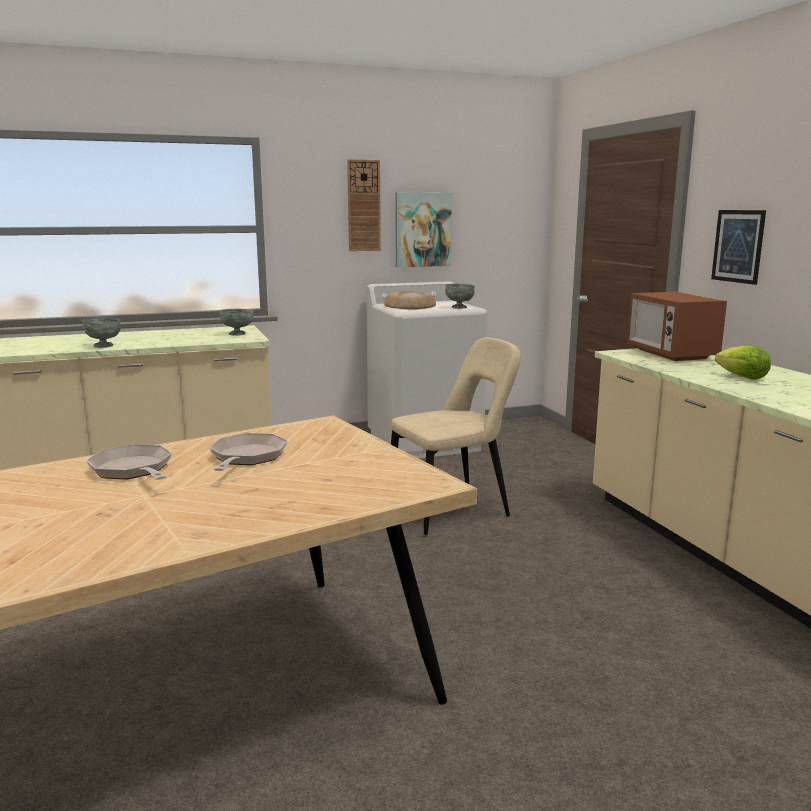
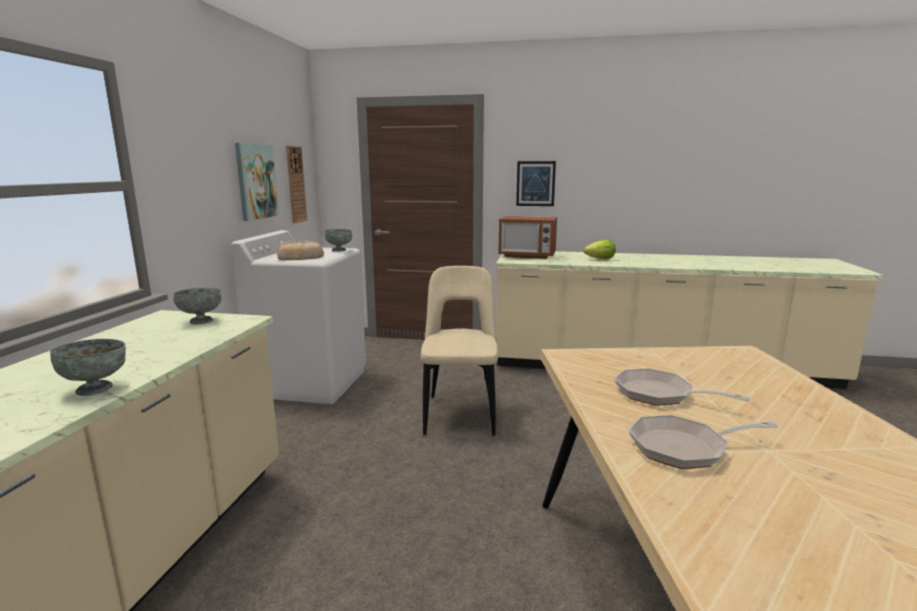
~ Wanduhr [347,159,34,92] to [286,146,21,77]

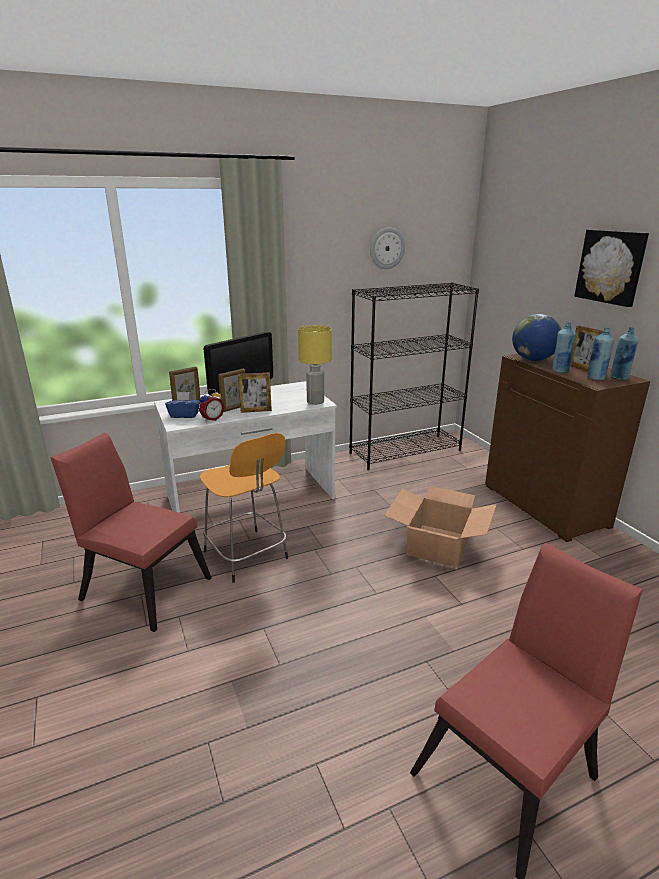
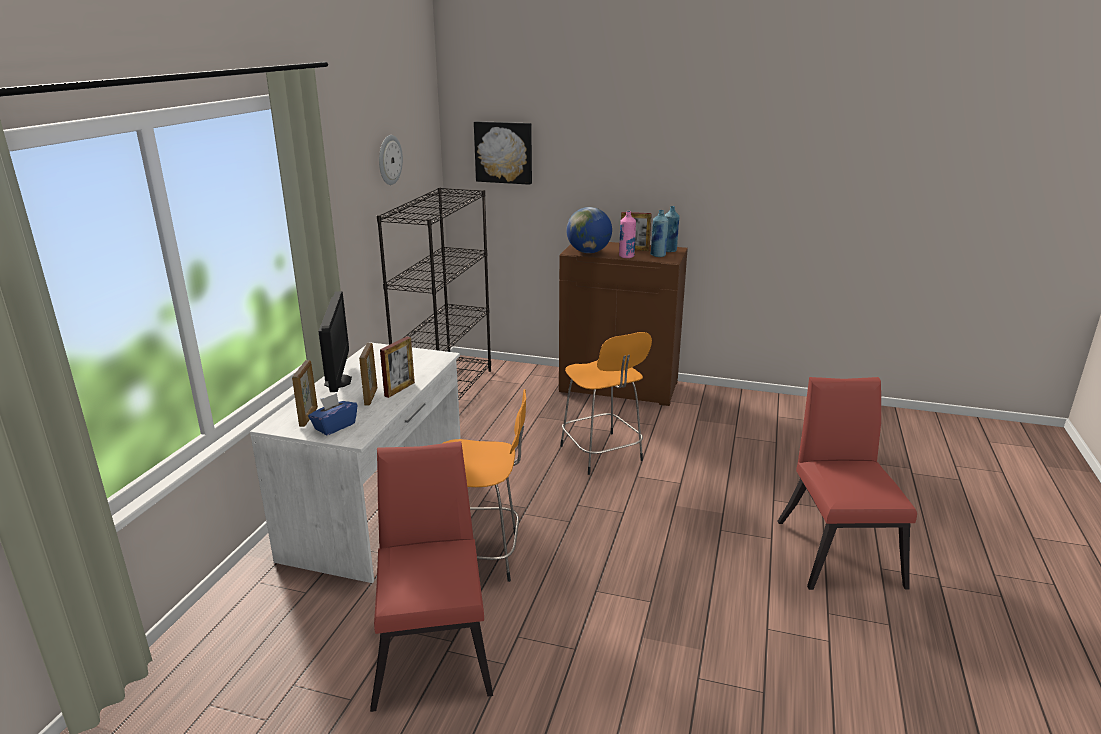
~ Stuhl [rot] [50,433,161,199] = [370,441,123,271] 105 degrees clockwise
- Wecker [199,389,26,33]
- Tischlampe [gelb] [298,325,33,80]
~ Karton [385,486,112,82] to Hocker [orange] [560,332,92,143]
~ Flasche [blau] [552,322,24,51] to Flasche [rosa] [619,211,17,47]
~ Bild [574,230,75,77] to [474,121,58,64]

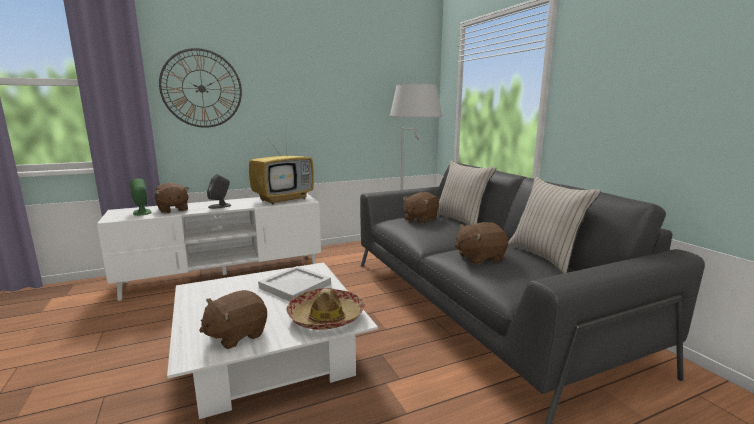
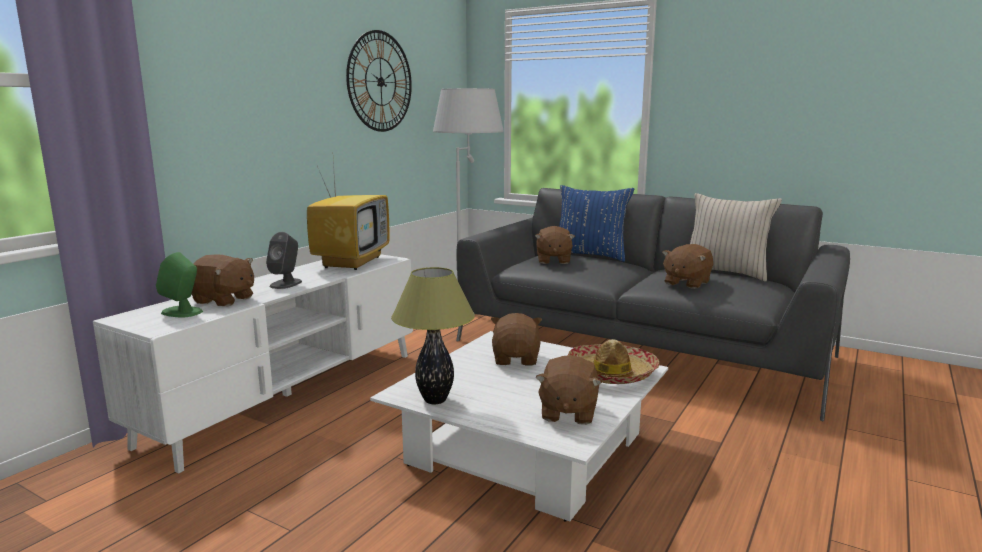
~ Wanduhr [159,48,83,80] to [346,30,66,102]
~ Tablett [weiß] [258,266,73,35] to Plüschtier [braun] [491,313,51,53]
~ Kissen [beige] [437,160,59,65] to Kissen [blau] [559,185,75,77]
+ Tischlampe [391,267,84,137]

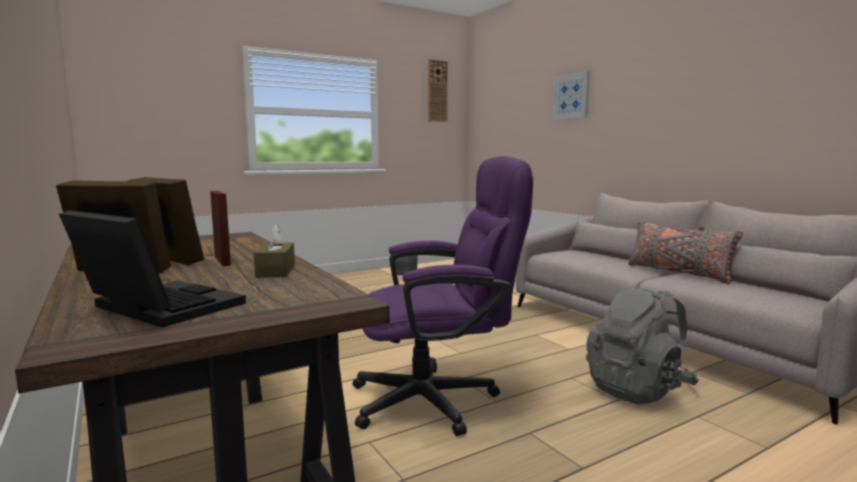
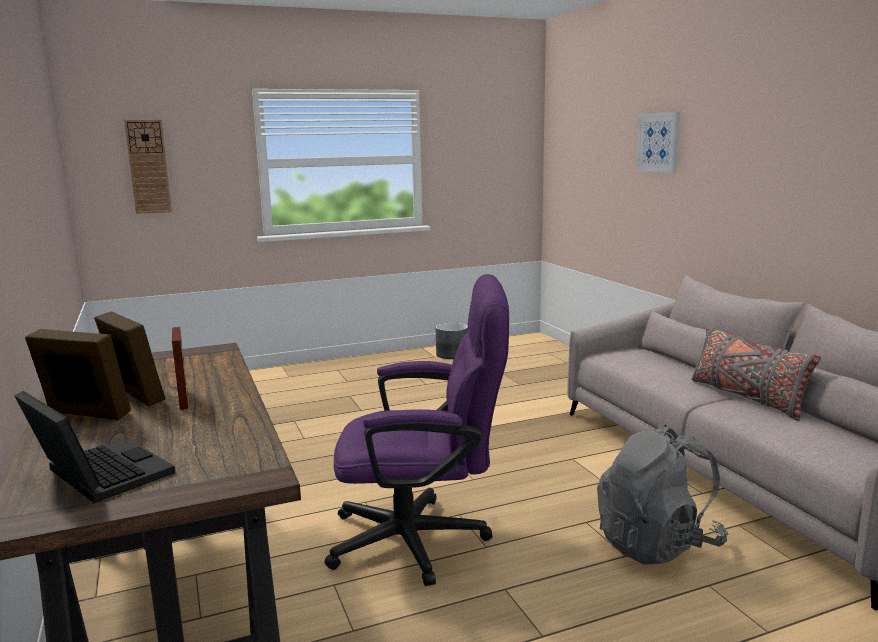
- Taschentuchbox [braun] [254,224,41,54]
~ Wanduhr [428,59,20,63] to [124,120,48,94]

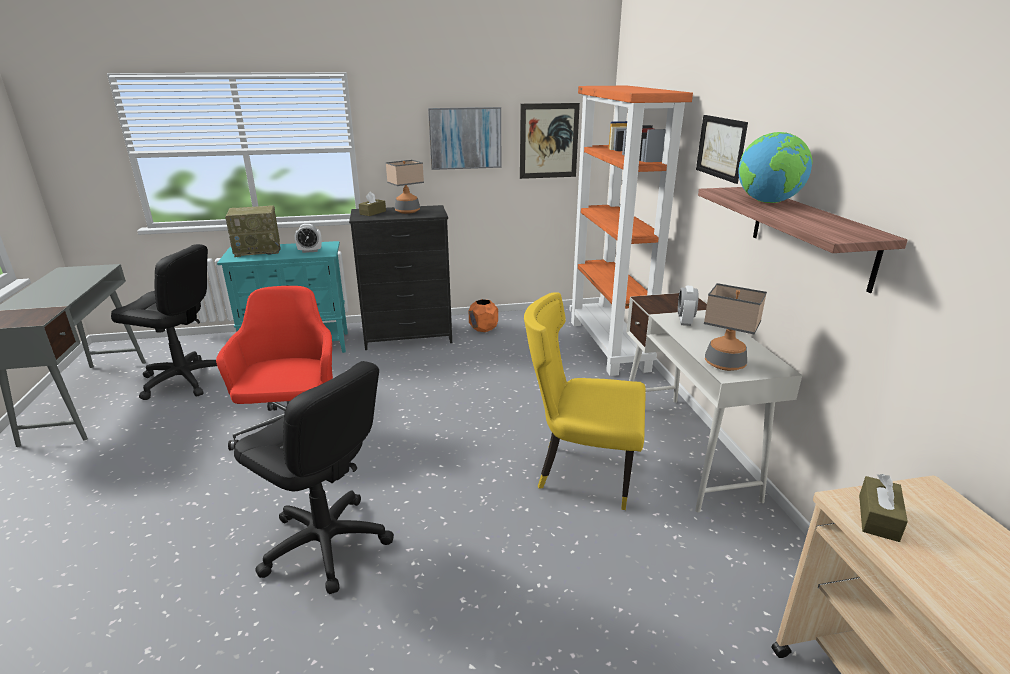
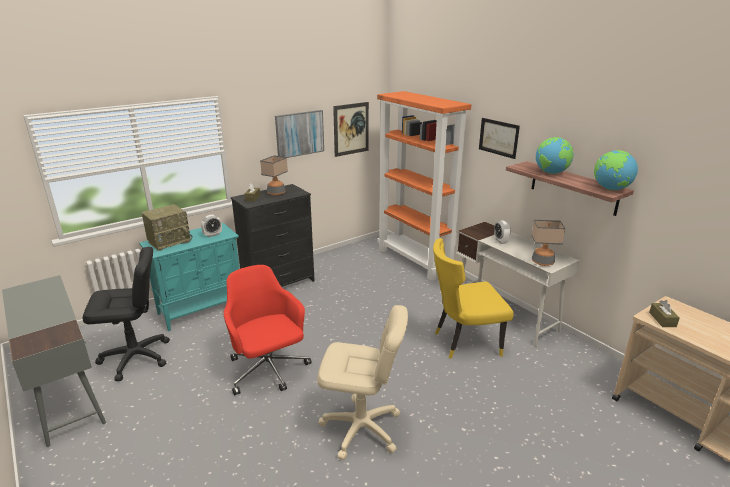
~ Bürostuhl [schwarz] [234,361,160,233] to Bürostuhl [beige] [317,305,91,155]
- Pflanzkübel [orange] [469,299,29,33]
+ Globus [594,150,44,40]

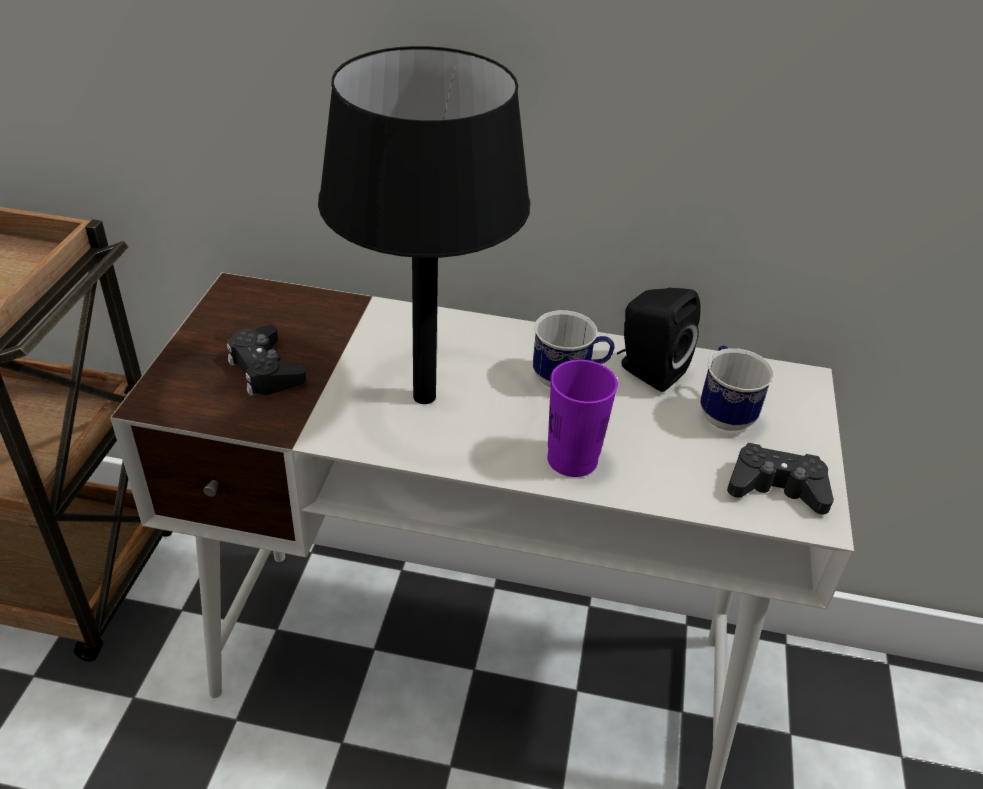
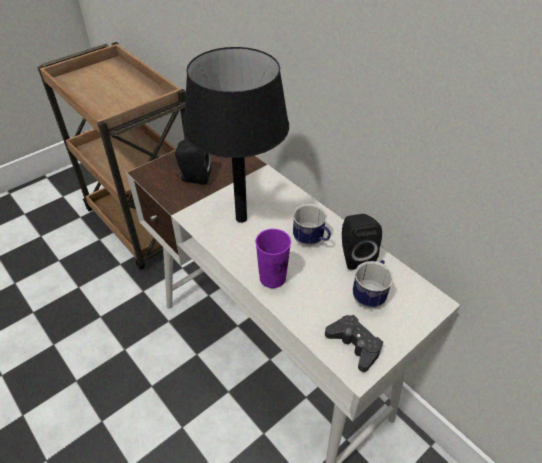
~ Gamepad [schwarz] [227,325,80,71] to Lautsprecher [schwarz] [175,139,36,46]

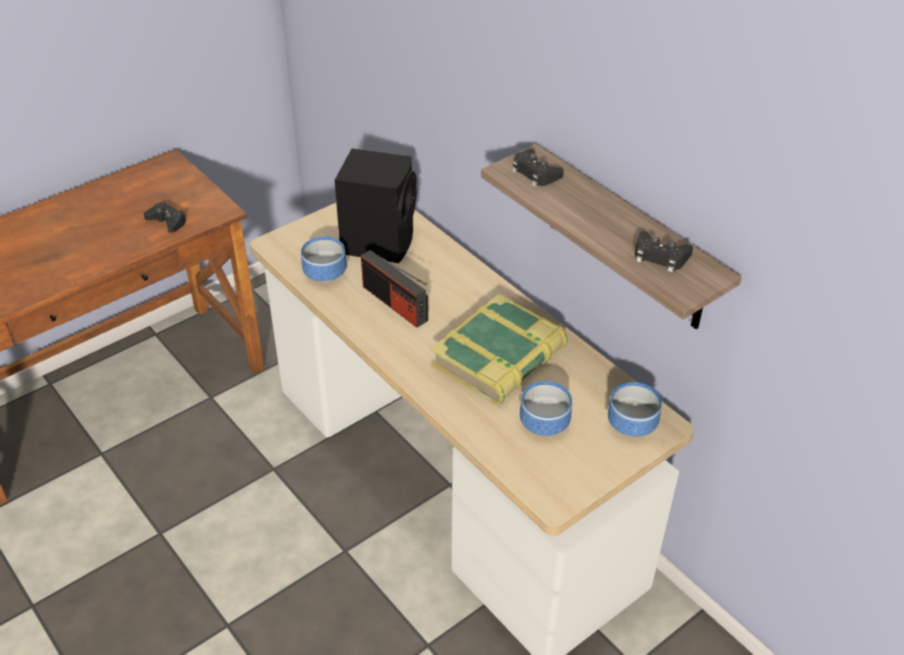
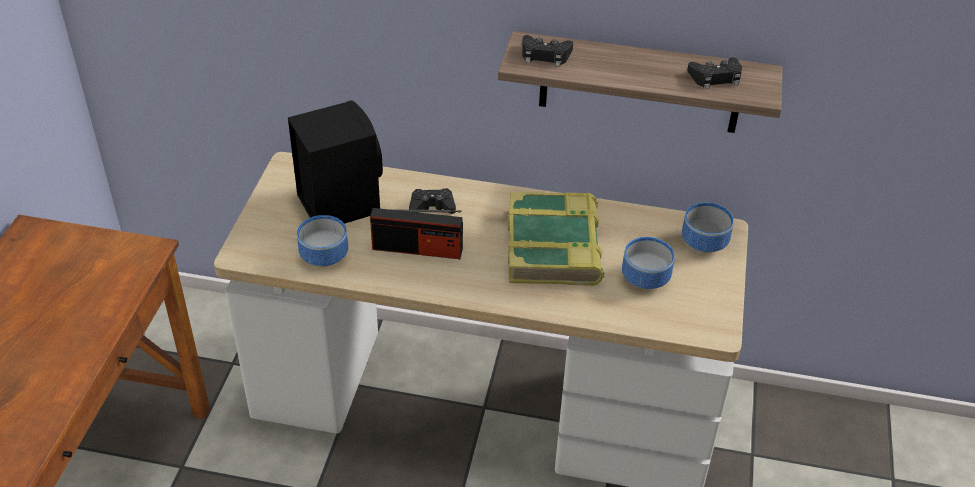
~ Gamepad [schwarz] [144,202,43,31] to [409,188,47,26]

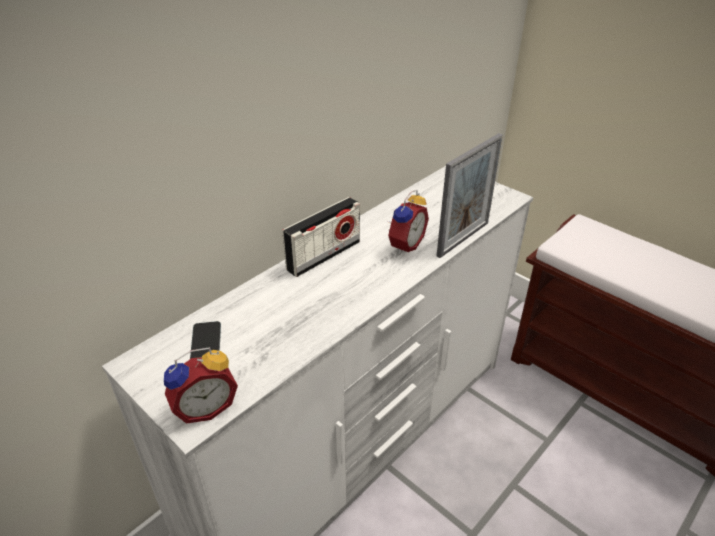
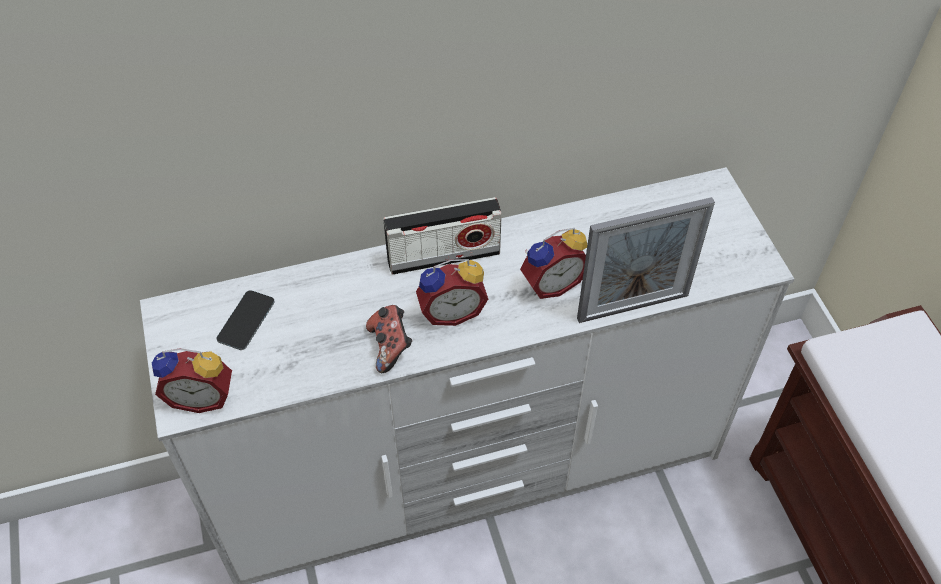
+ Gamepad [366,305,46,68]
+ Wecker [416,259,72,67]

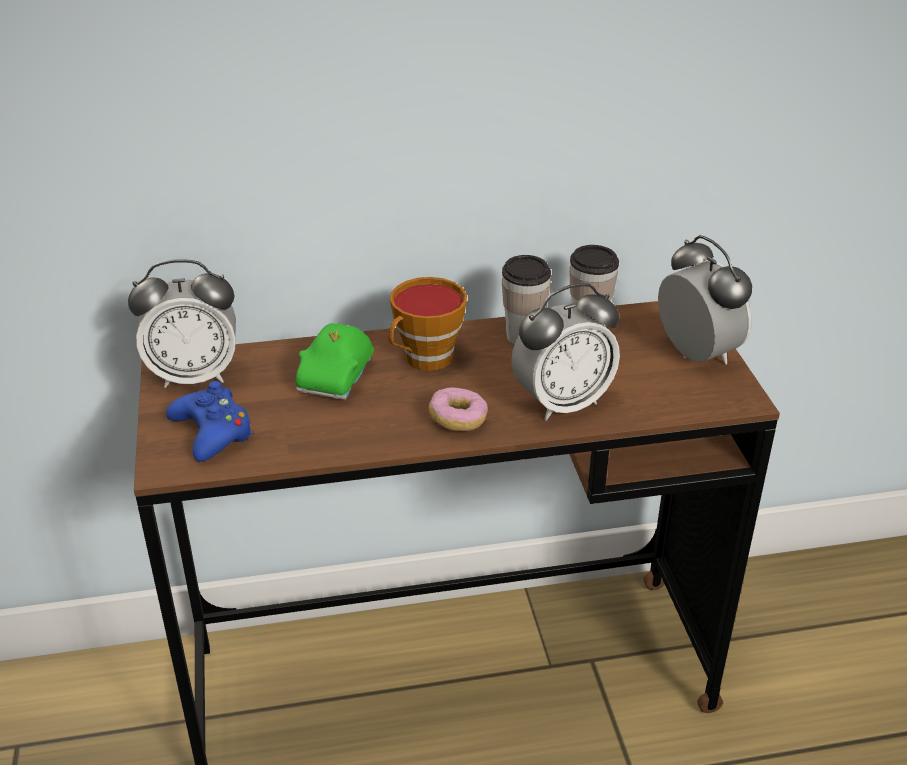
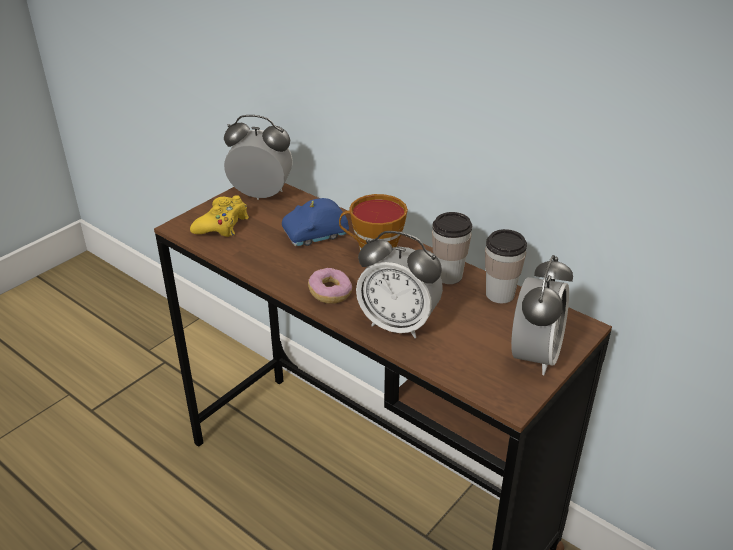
~ Wecker [128,259,108,129] = [224,115,69,85] 150 degrees clockwise
~ Gamepad [blau] [166,381,87,81] to Gamepad [gelb] [190,195,59,42]
~ Spielzeugauto [grün] [296,323,78,77] to Spielzeugauto [blau] [282,198,67,48]

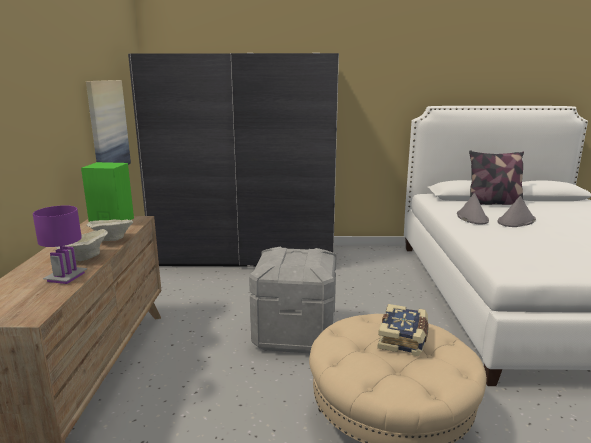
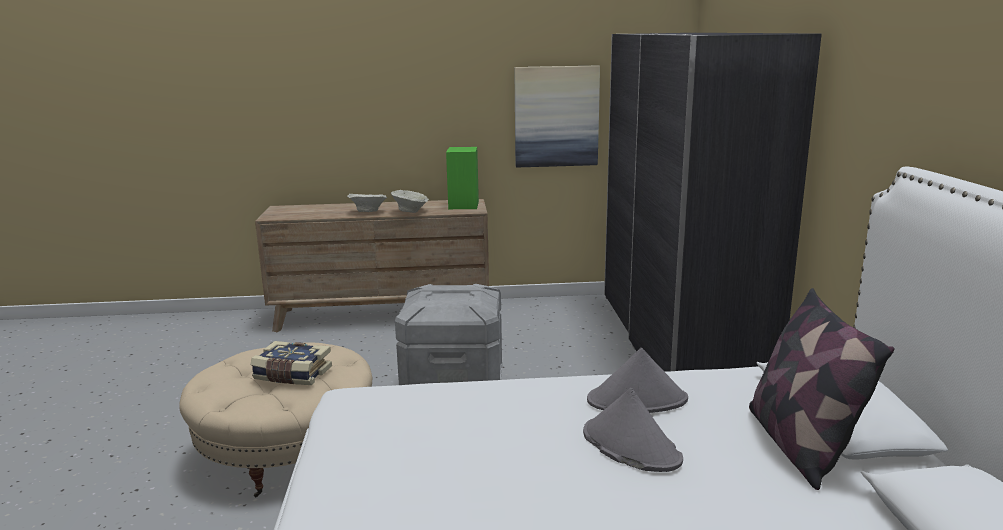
- Tischlampe [lila] [33,206,54,78]

